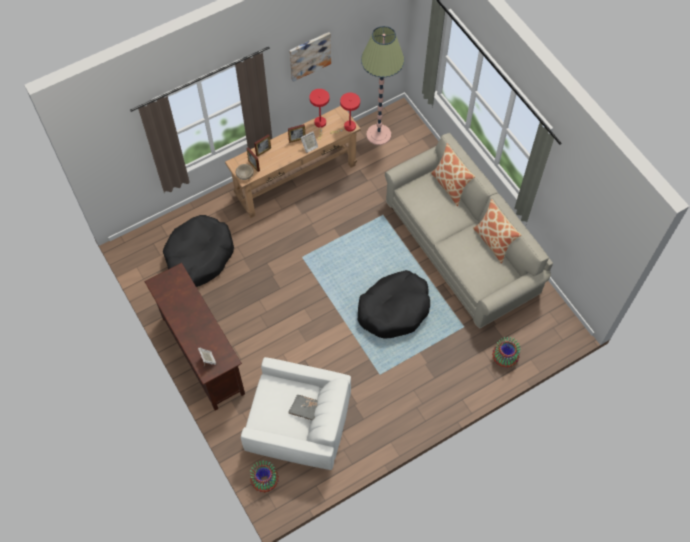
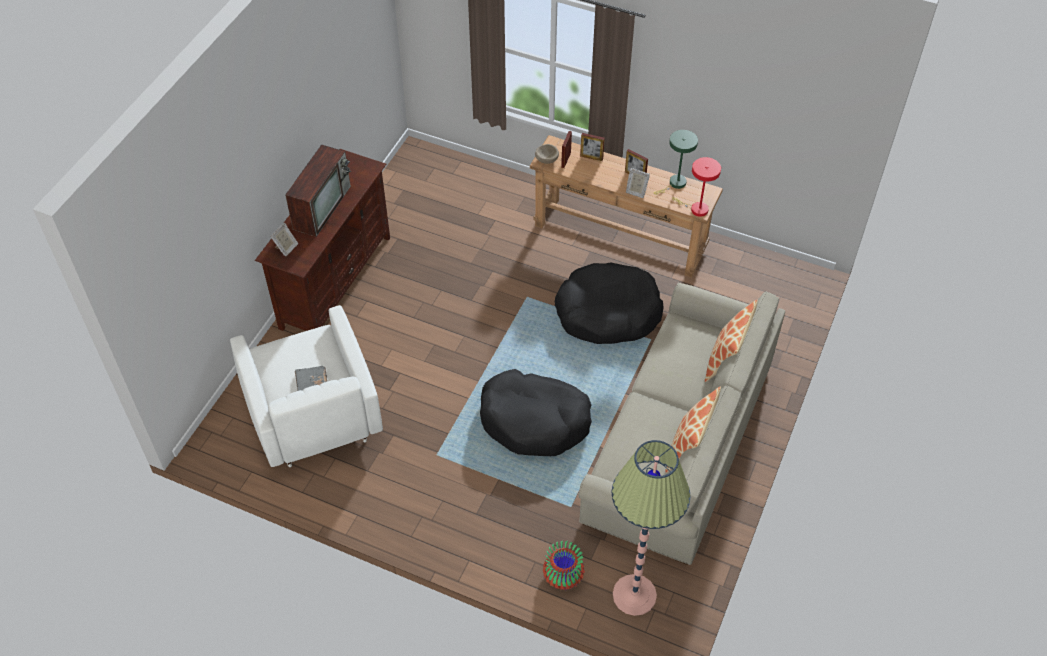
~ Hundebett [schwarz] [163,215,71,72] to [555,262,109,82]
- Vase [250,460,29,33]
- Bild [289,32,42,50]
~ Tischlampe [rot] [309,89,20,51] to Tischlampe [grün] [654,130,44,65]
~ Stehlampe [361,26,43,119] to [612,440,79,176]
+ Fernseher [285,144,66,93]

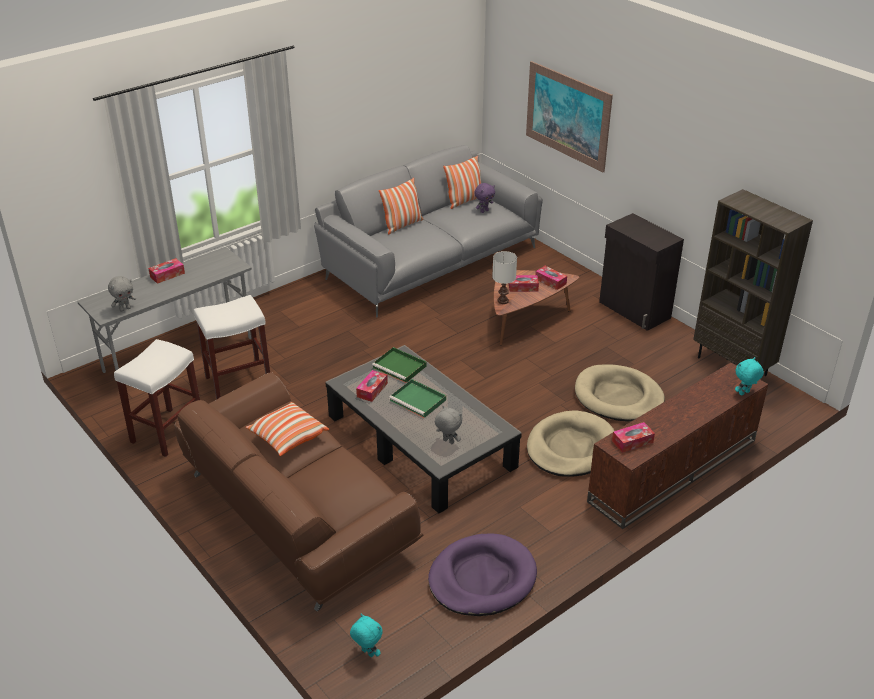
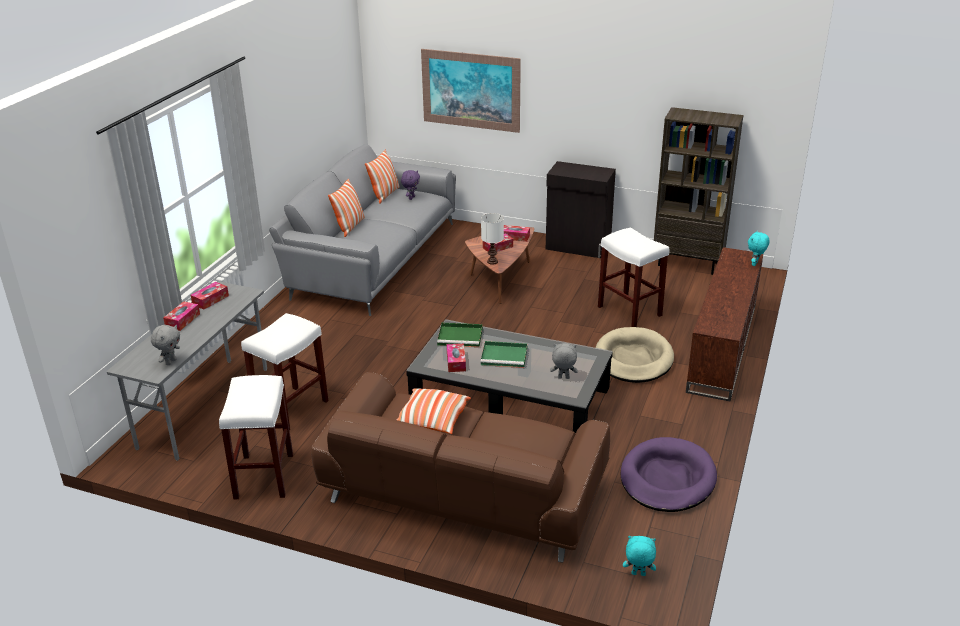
~ Hundebett [beige] [575,364,90,58] to Hocker [weiß] [598,228,71,99]
~ Taschentuchbox [612,422,43,31] to [191,282,38,28]

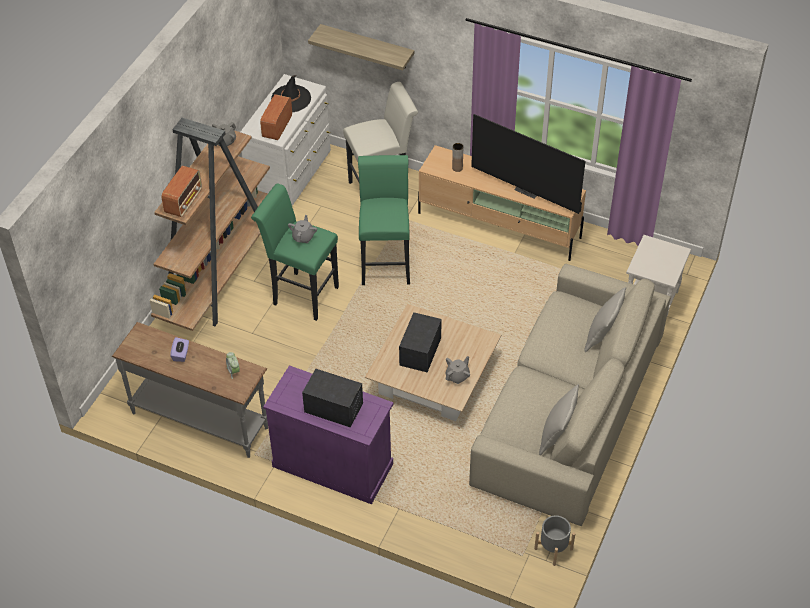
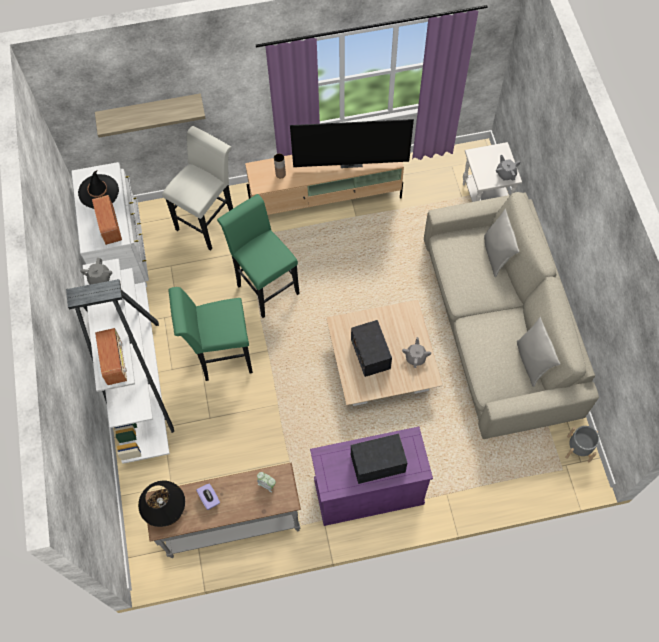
~ Bücherregal [braun] [150,118,120,213] to Bücherregal [weiß] [66,259,108,205]
~ Teekanne [grau] [288,215,29,28] to [496,155,25,26]
+ Tischlampe [schwarz] [138,481,47,46]

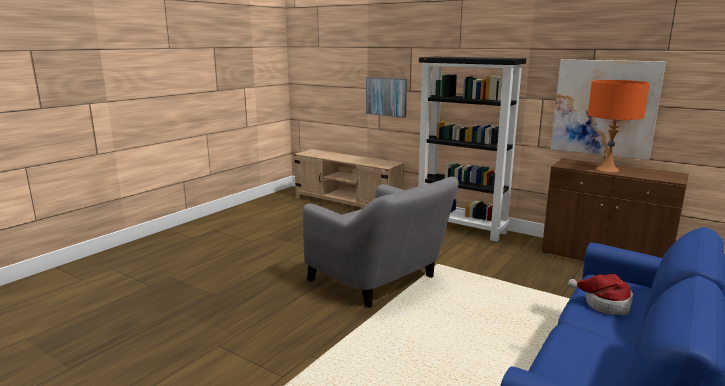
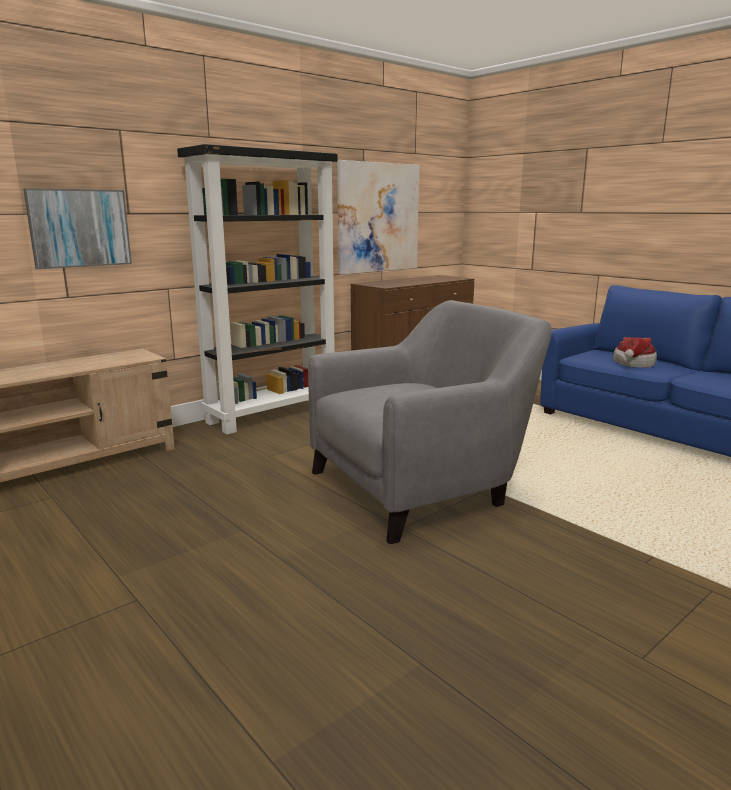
- Tischlampe [orange] [588,80,62,92]

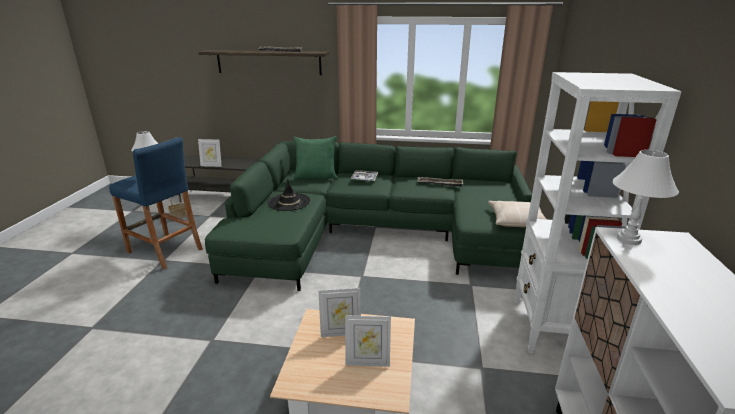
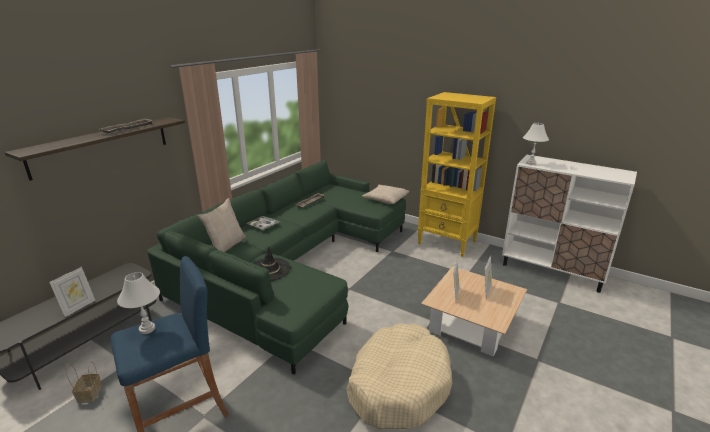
~ Kissen [grün] [293,136,44,43] to Kissen [beige] [198,198,48,54]
~ Bücherregal [weiß] [515,72,167,282] to Bücherregal [gelb] [418,92,78,165]
+ Hundebett [beige] [347,323,105,106]

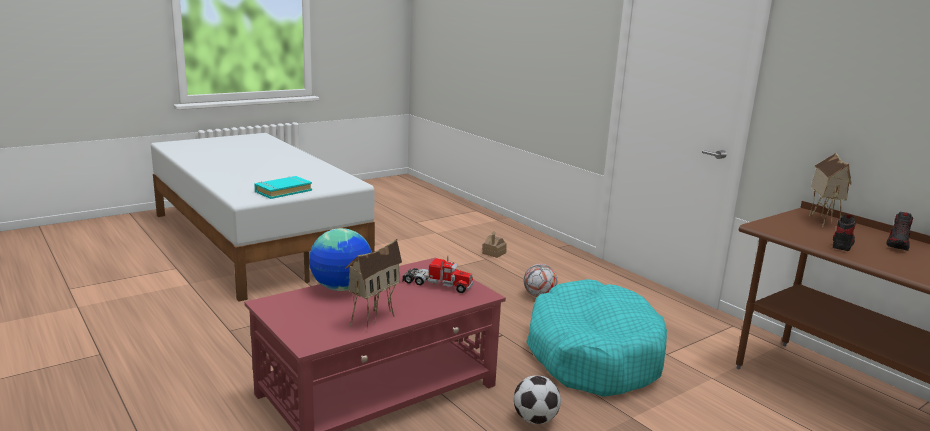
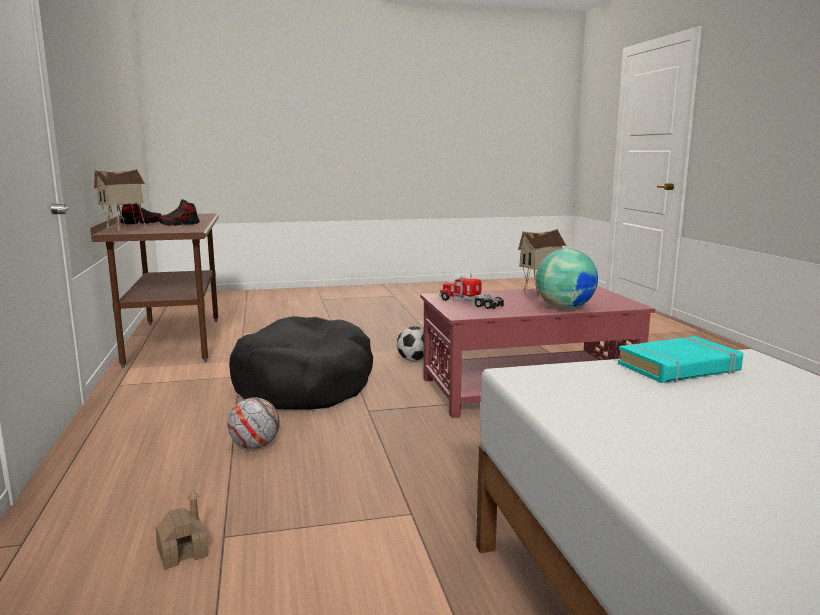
~ Hundebett [türkis] [527,279,140,118] to Hundebett [schwarz] [229,316,144,94]

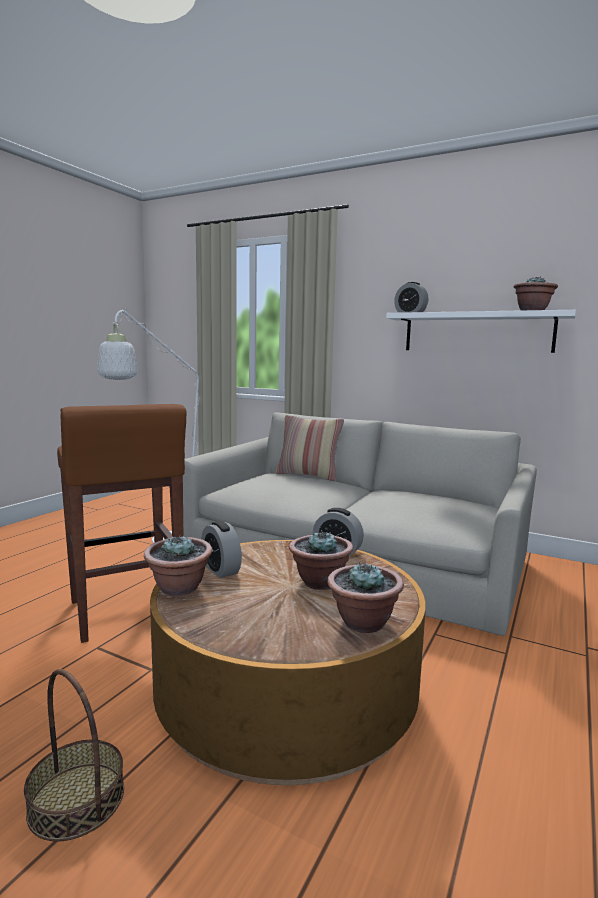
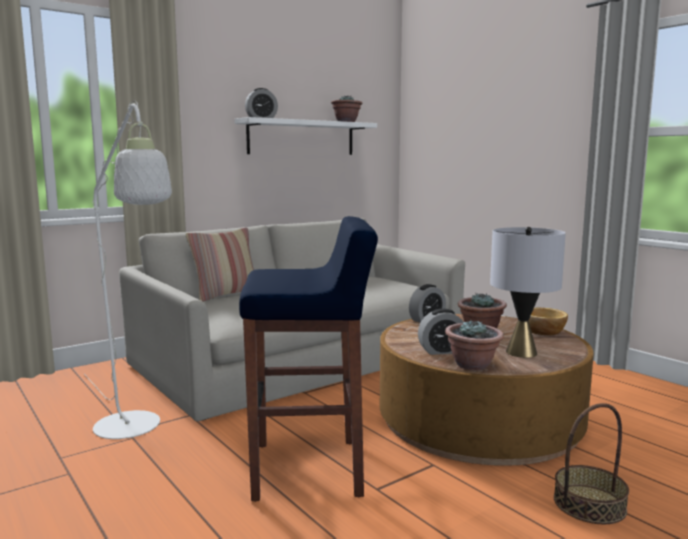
~ Hocker [braun] [57,404,129,239] to Hocker [blau] [239,216,139,286]
~ Topfpflanze [327,562,77,71] to Schüssel [529,308,39,27]
+ Tischlampe [grau] [490,227,76,131]

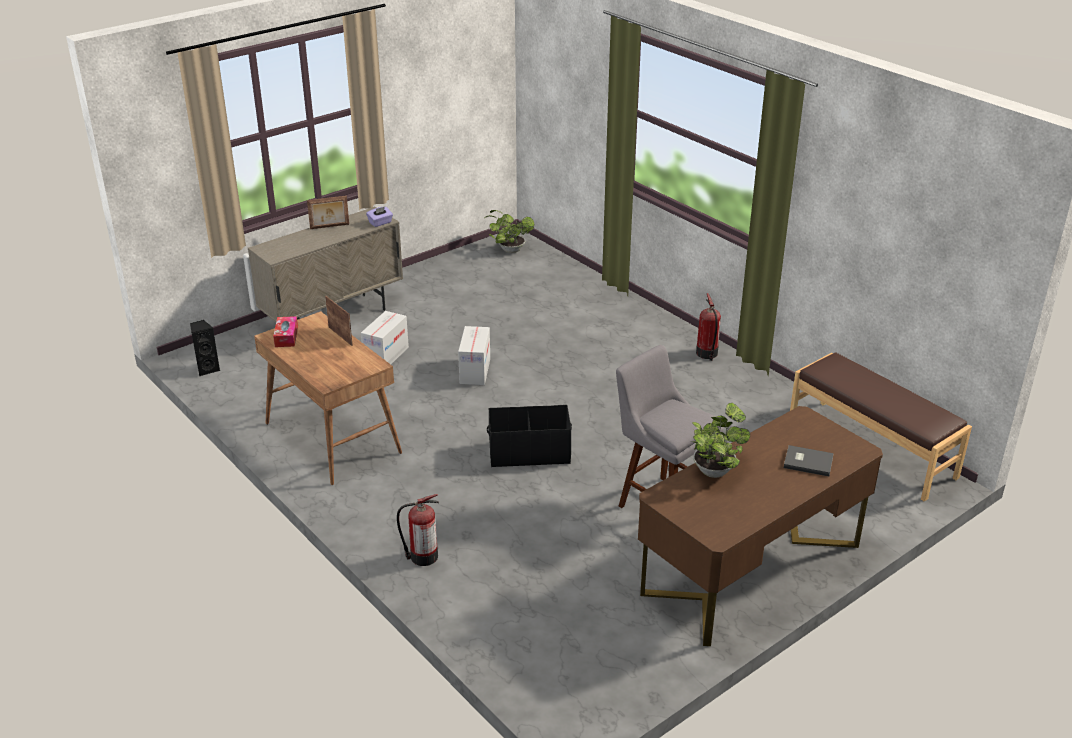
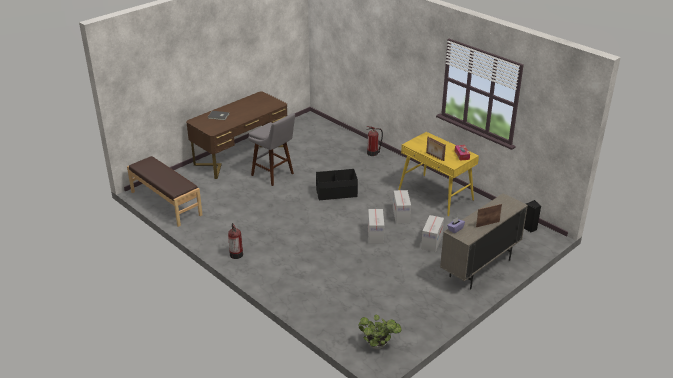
~ Schreibtisch [braun] [254,311,148,174] to Schreibtisch [gelb] [398,132,81,84]
- Topfpflanze [692,403,58,75]
+ Karton [393,190,18,34]

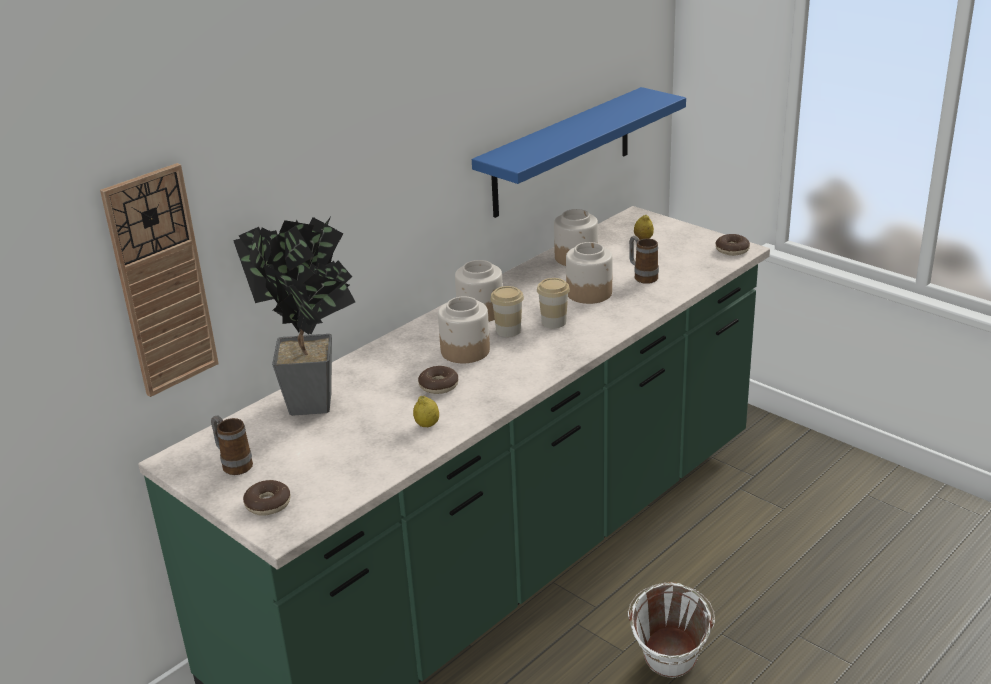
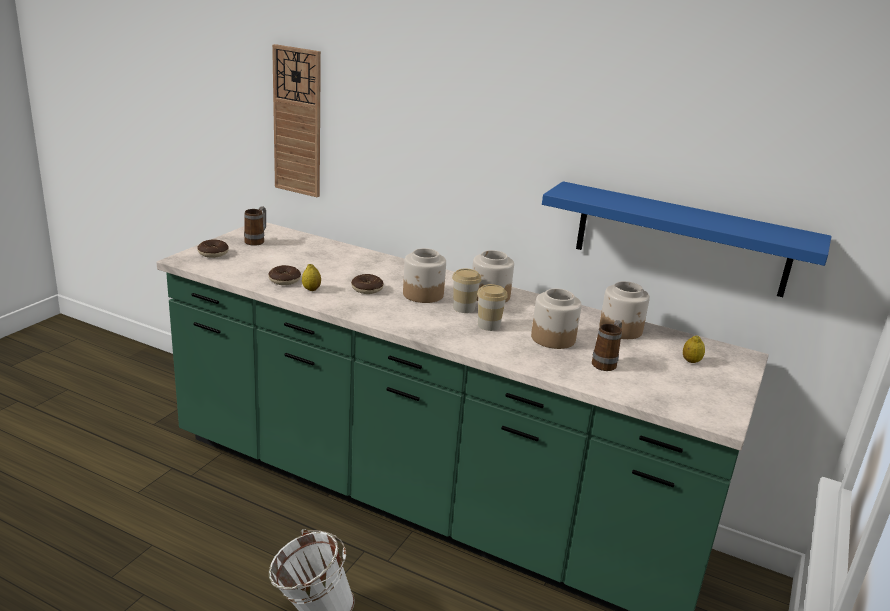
- Topfpflanze [233,217,122,199]
~ Donut [716,234,34,22] to [268,265,33,20]

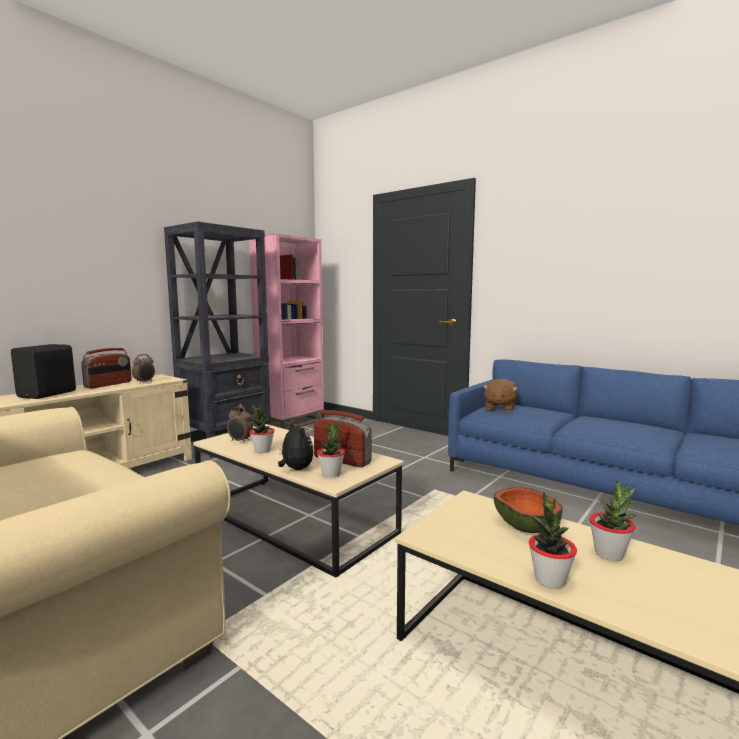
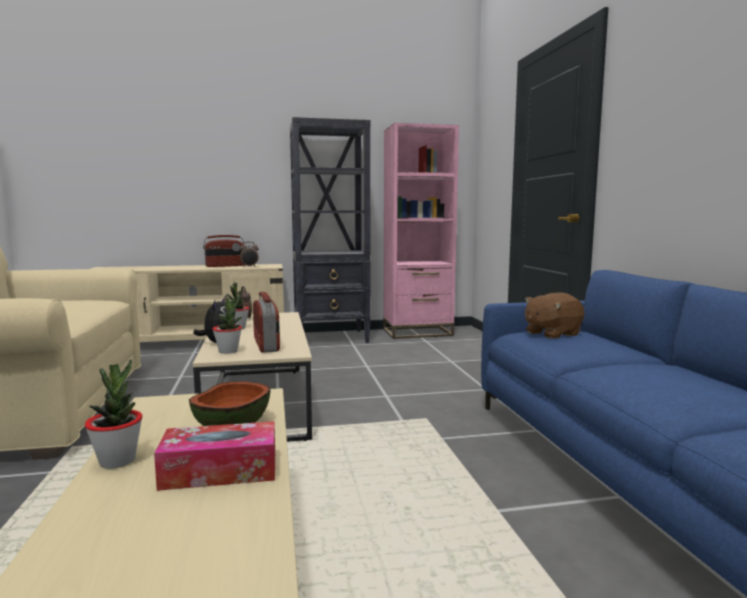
- Lautsprecher [schwarz] [11,344,65,55]
~ Topfpflanze [589,481,47,80] to Taschentuchbox [154,421,121,70]

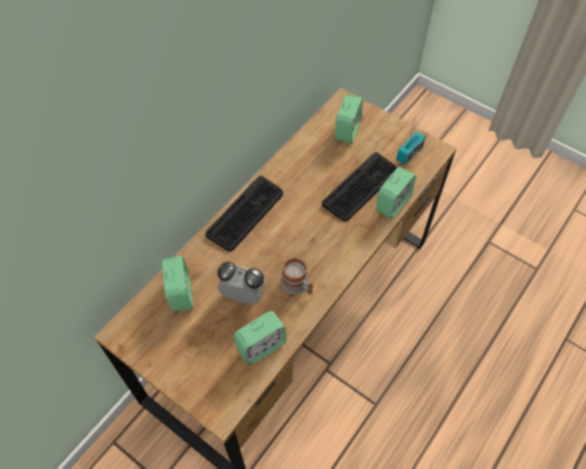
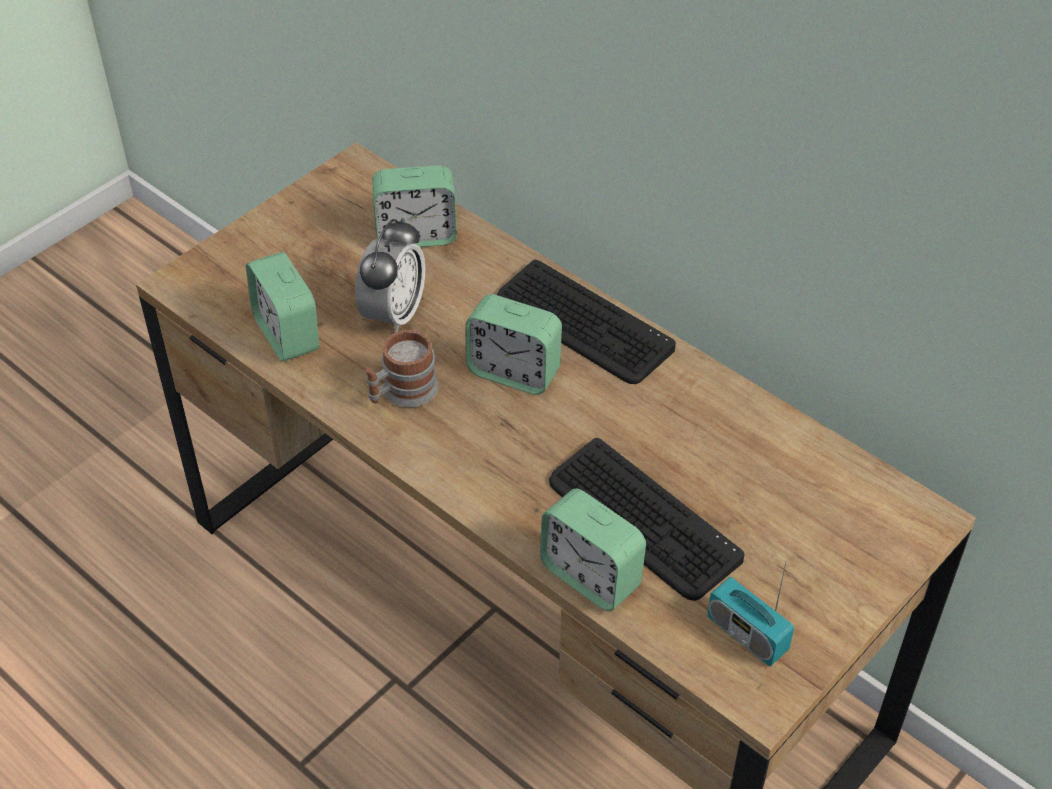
~ Wecker [335,94,28,49] to [465,294,97,101]

